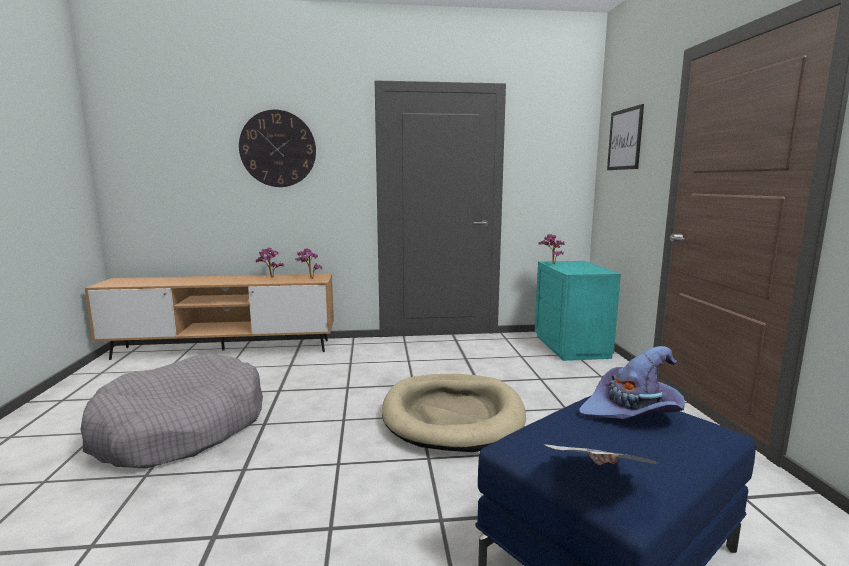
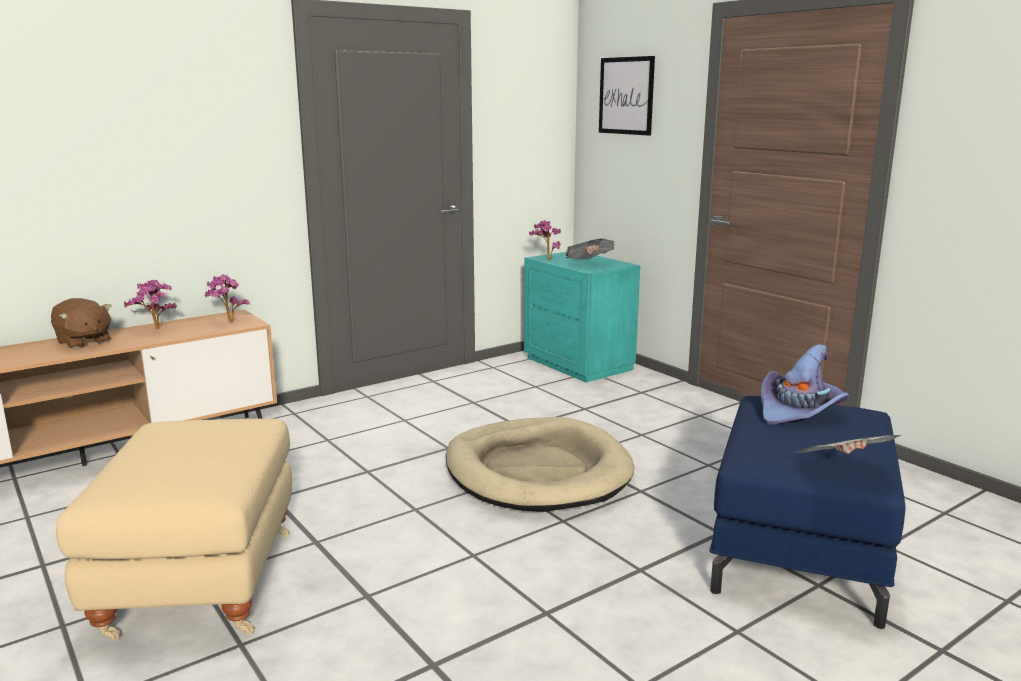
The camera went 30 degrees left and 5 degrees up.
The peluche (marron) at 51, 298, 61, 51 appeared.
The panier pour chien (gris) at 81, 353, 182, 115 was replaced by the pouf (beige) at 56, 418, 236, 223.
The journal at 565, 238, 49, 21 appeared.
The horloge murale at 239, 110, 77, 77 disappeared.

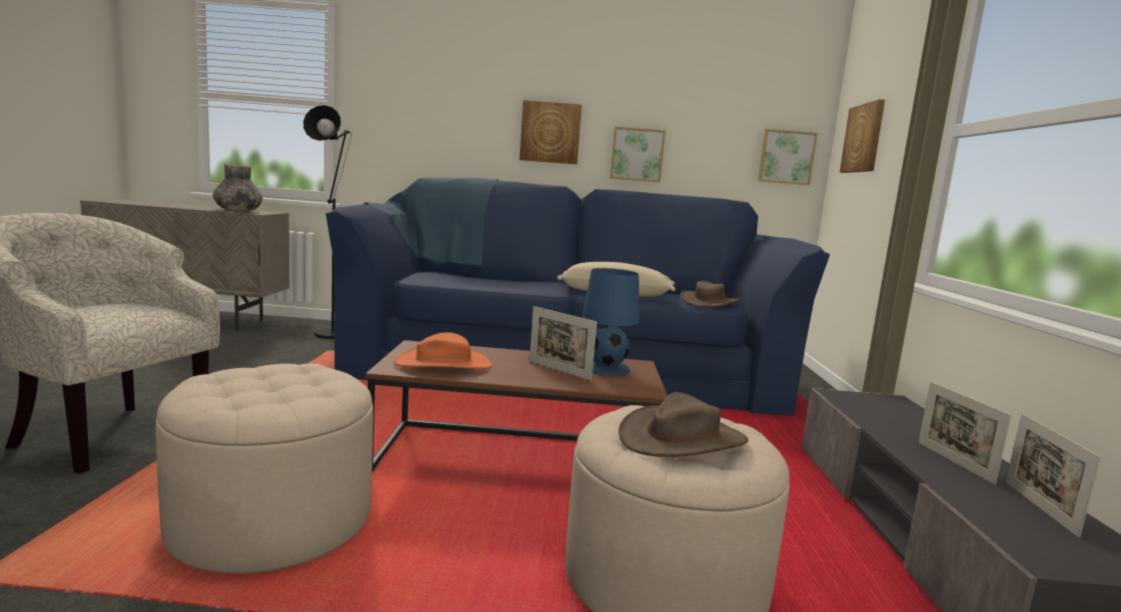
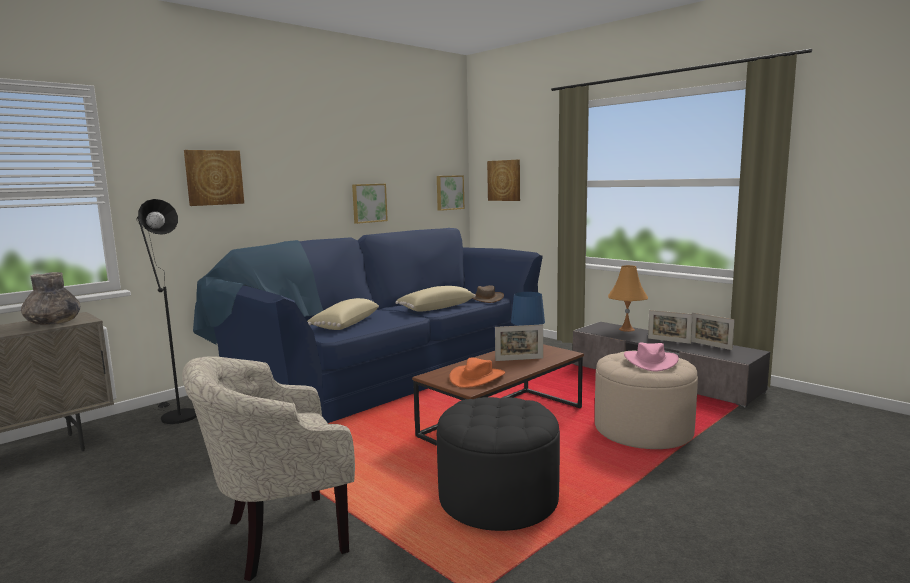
The camera went 45 degrees left and 0 degrees up.
The tableau moved from 519, 100, 63, 65 to 184, 150, 60, 56.
The coussin (beige) at 307, 298, 72, 32 appeared.
The pouf (beige) at 155, 364, 218, 210 became the pouf (noir) at 437, 397, 123, 134.
The lampe de table (orange) at 608, 265, 40, 67 appeared.
The chapeau (marron) at 618, 392, 130, 65 became the chapeau (rose) at 624, 342, 55, 29.

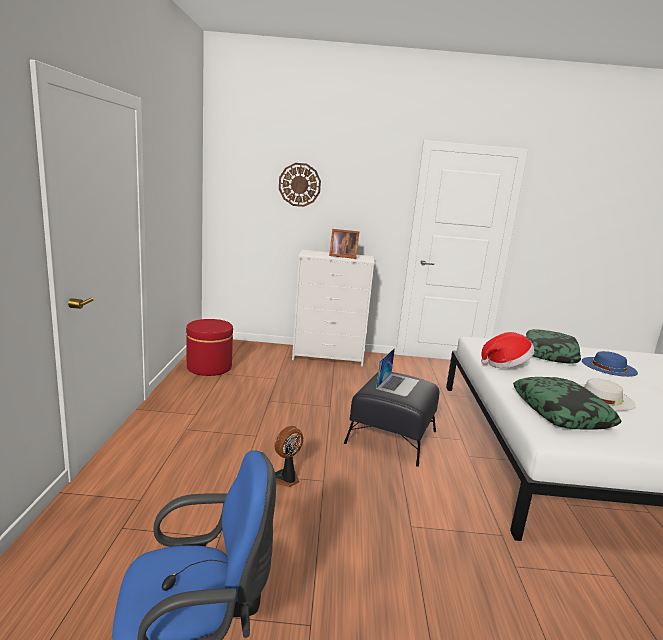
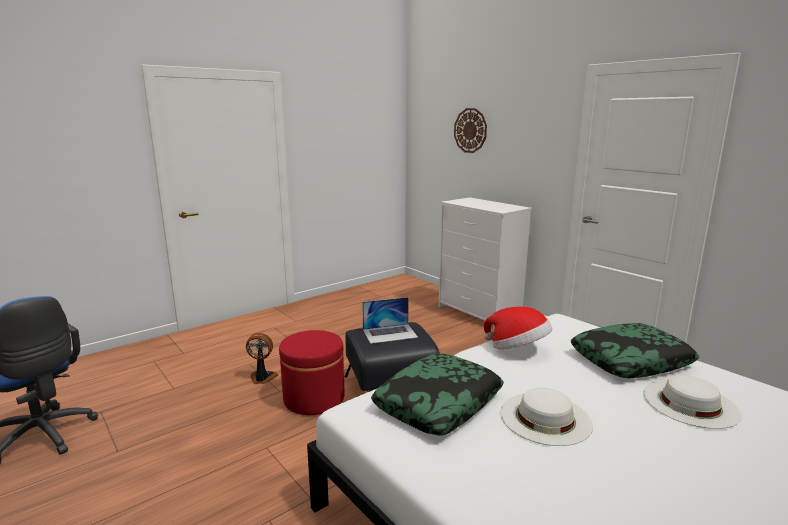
The camera went 50 degrees right and 0 degrees up.
The pouf (rouge) moved from 186, 319, 47, 57 to 279, 330, 66, 85.
The chapeau (bleu) at 582, 351, 56, 26 became the chapeau (blanc) at 644, 375, 97, 54.
The cadre photo at 329, 229, 30, 30 disappeared.

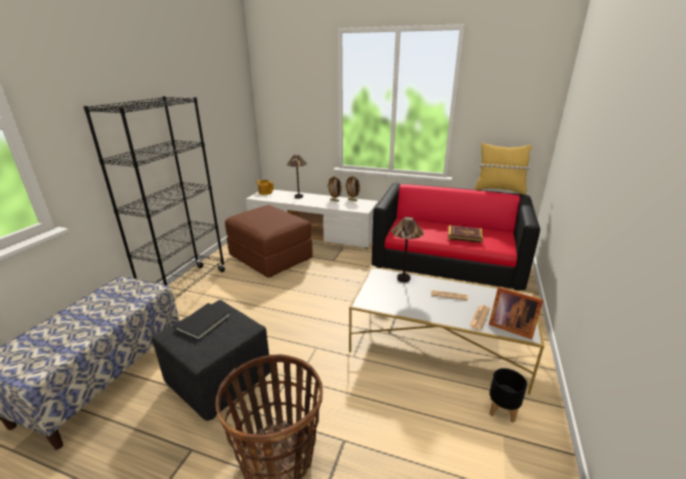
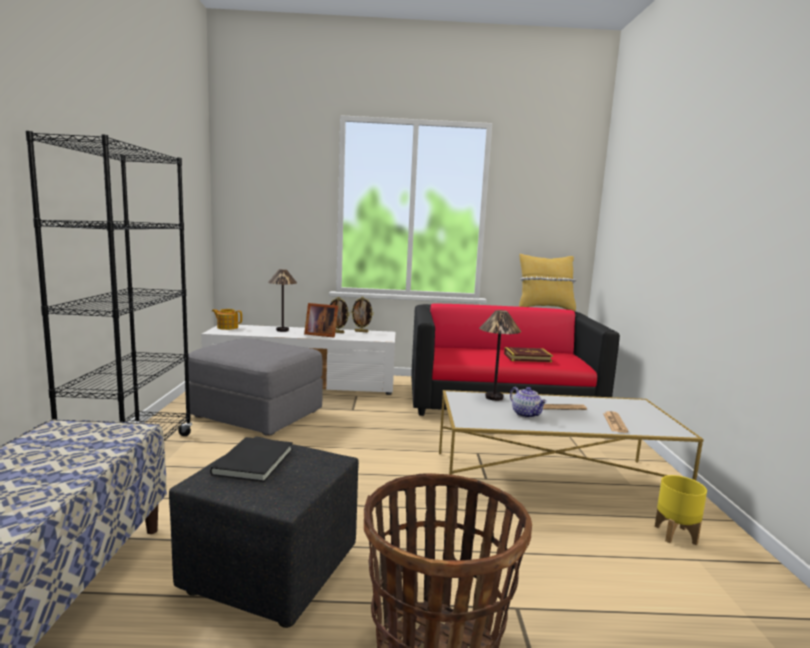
The camera went 20 degrees left and 15 degrees down.
The pouf (marron) at 225, 205, 88, 73 became the pouf (gris) at 188, 338, 135, 98.
The cadre photo moved from 489, 287, 54, 52 to 304, 303, 34, 35.
The théière at 510, 387, 37, 31 appeared.
The cache-pot (noir) at 489, 368, 38, 55 became the cache-pot (jaune) at 655, 475, 52, 70.

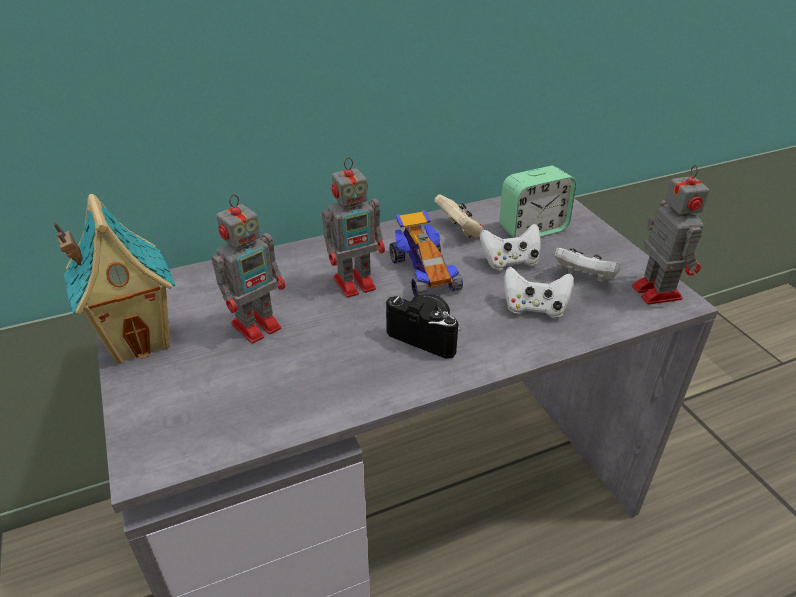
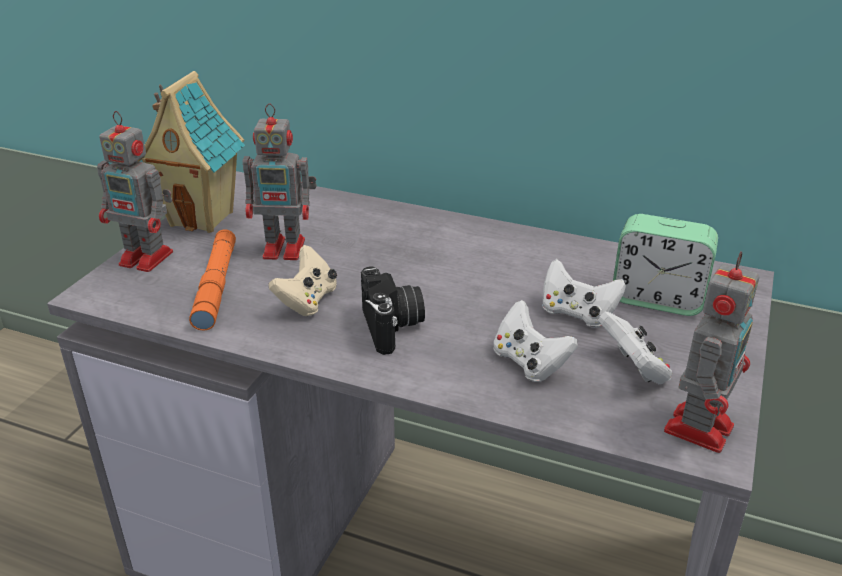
The camera went 45 degrees right and 5 degrees down.
The robot jouet moved from 322, 157, 63, 141 to 97, 111, 76, 161.
The lampe de poche (orange) at 189, 229, 47, 102 appeared.
The manette (beige) moved from 434, 194, 49, 44 to 268, 245, 69, 71.
The petite voiture at 389, 210, 74, 87 disappeared.

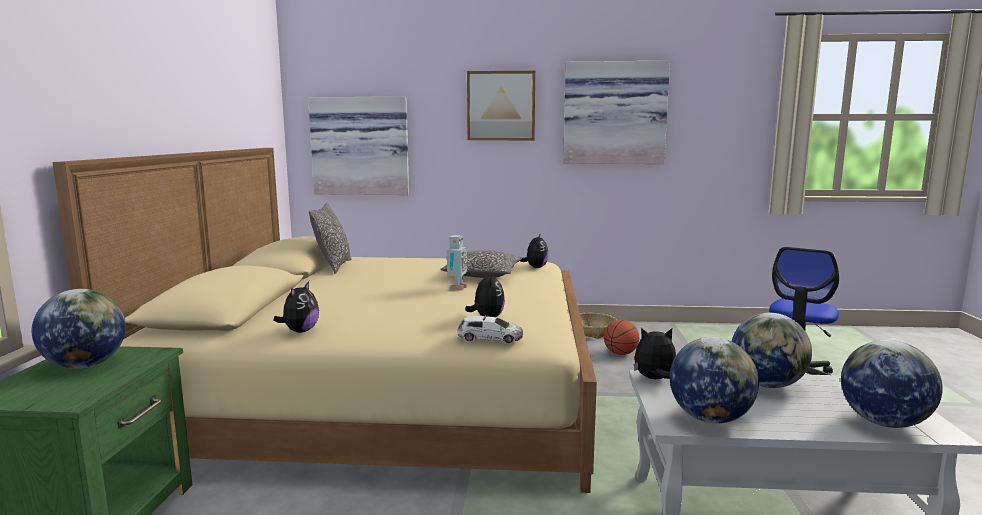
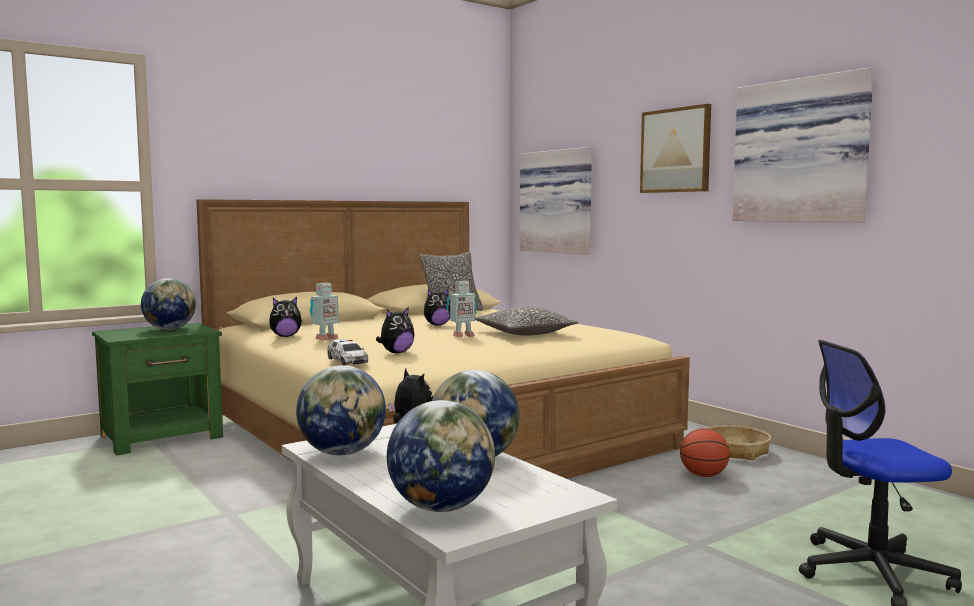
The camera went 50 degrees right and 5 degrees down.
The robot jouet at 310, 283, 29, 58 appeared.
The peluche moved from 520, 235, 29, 33 to 424, 289, 26, 36.

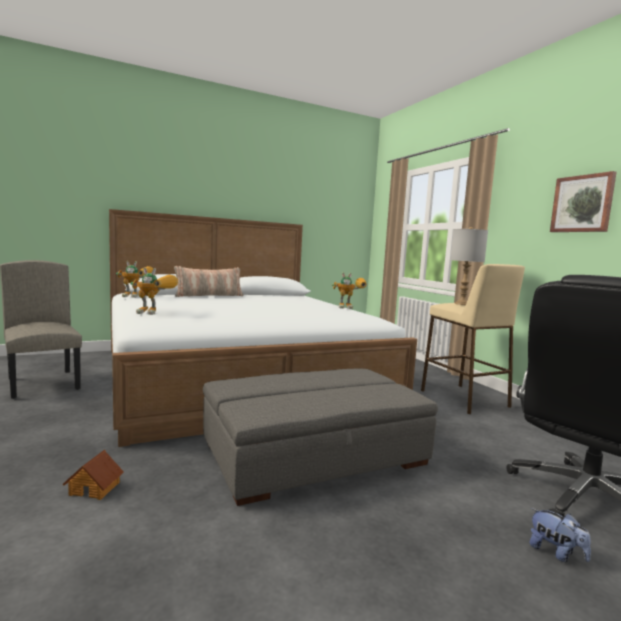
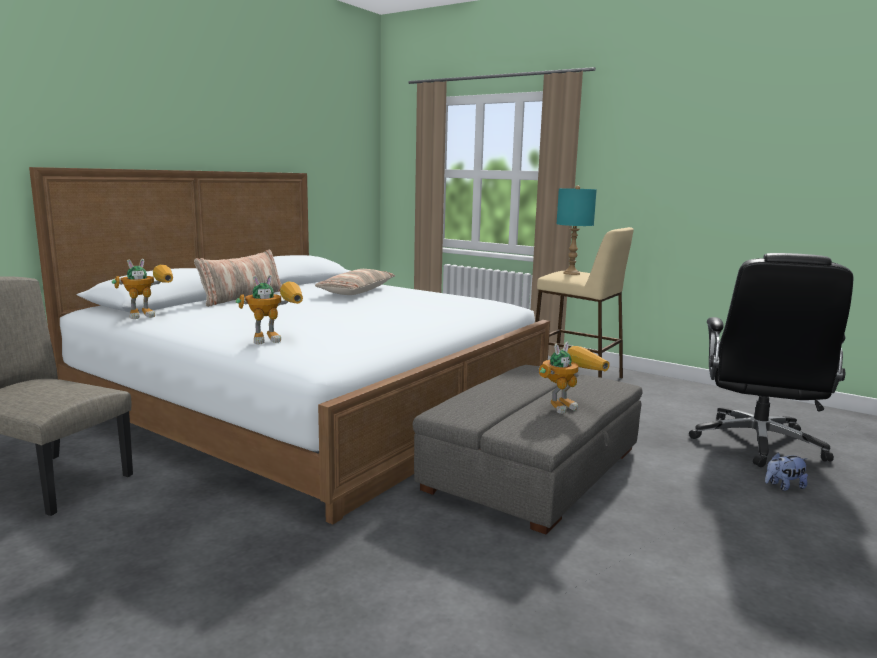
The camera went 30 degrees left and 5 degrees up.
The coussin at 315, 269, 80, 26 appeared.
The robot jouet moved from 332, 272, 35, 37 to 539, 342, 71, 72.
The lampe de table (gris) at 450, 227, 38, 78 became the lampe de table (turquoise) at 557, 186, 40, 89.
The peluche at 530, 508, 61, 54 turned 150 degrees clockwise.
The maison miniature at 63, 449, 61, 51 disappeared.
The tableau at 550, 171, 67, 61 disappeared.

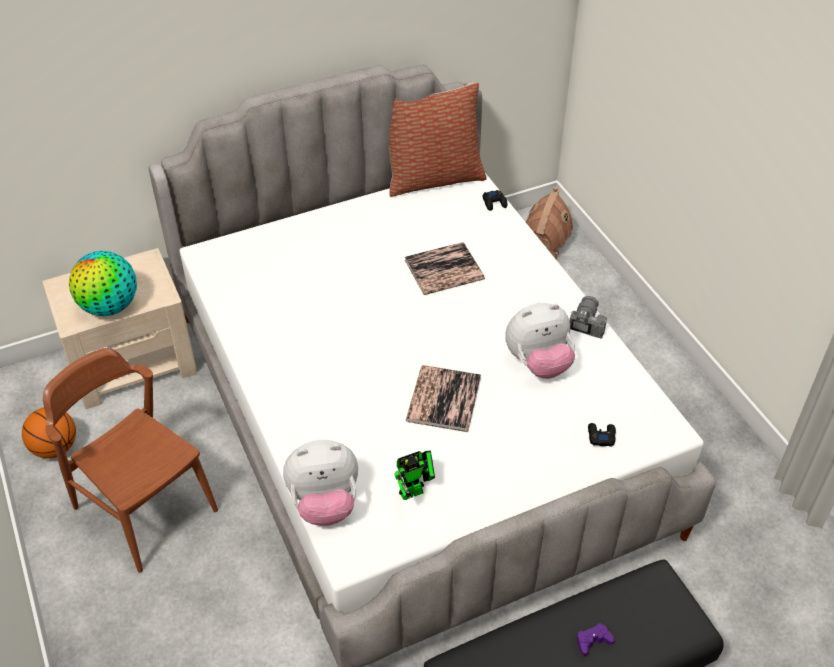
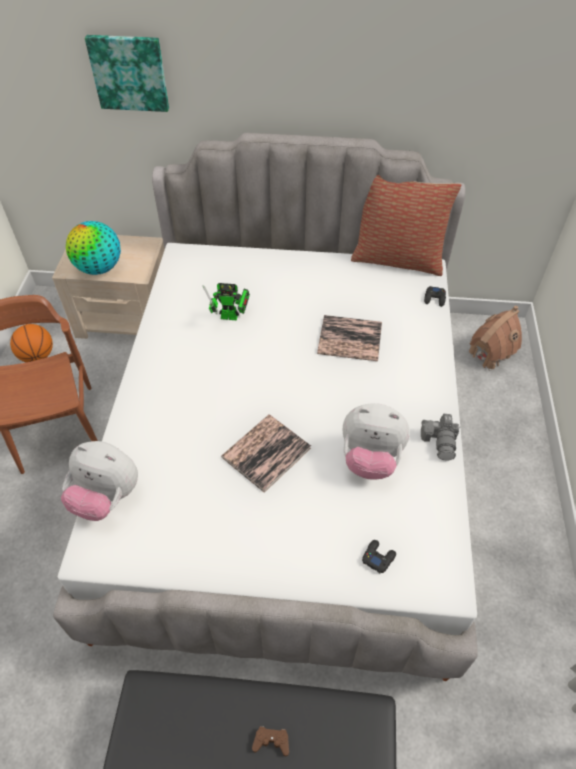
The camera went 30 degrees right and 5 degrees up.
The tableau at 85, 35, 84, 77 appeared.
The robot jouet moved from 394, 450, 41, 50 to 203, 283, 47, 38.
The manette (violet) at 577, 623, 38, 33 became the manette (marron) at 252, 726, 37, 30.
The appareil photo at 570, 296, 37, 43 turned 135 degrees clockwise.

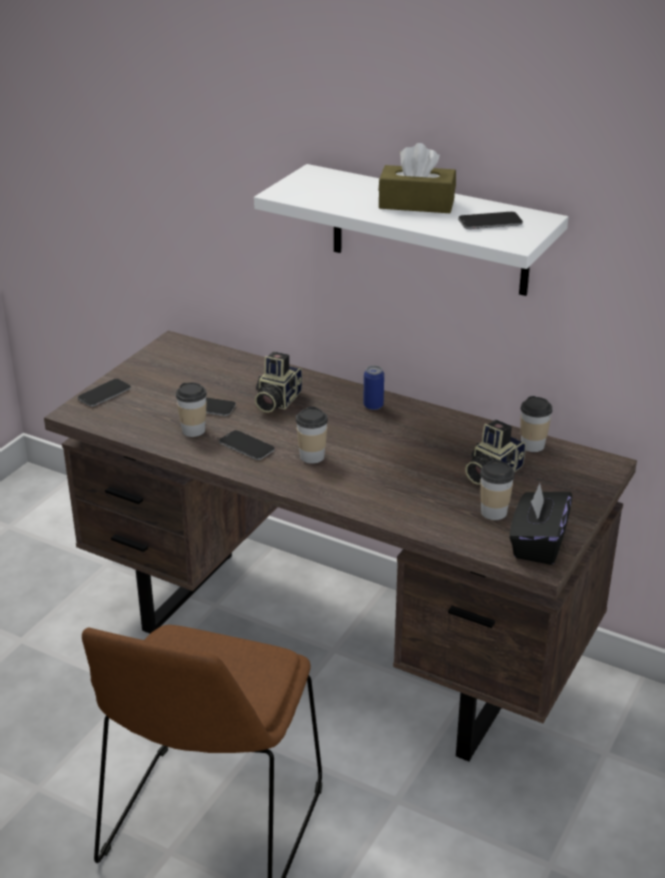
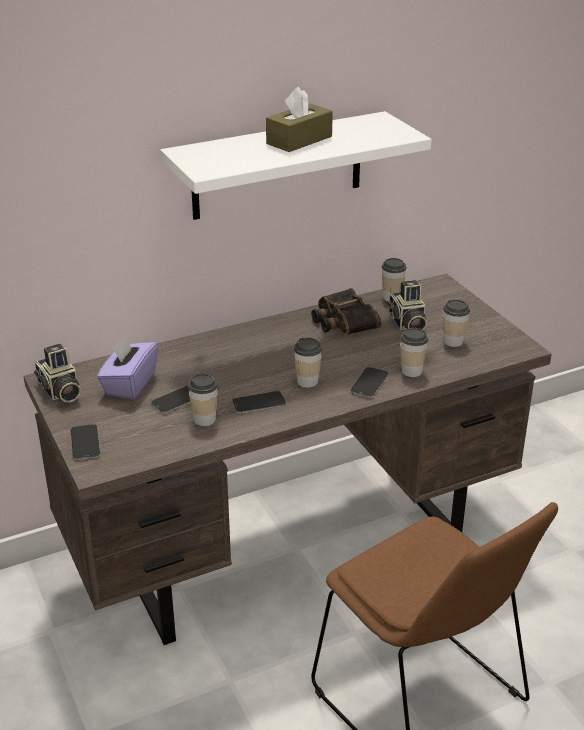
The camera went 55 degrees left and 0 degrees up.
The appareil photo moved from 255, 352, 47, 61 to 34, 344, 47, 59.
The boîte à mouchoirs (violet) at 97, 335, 61, 65 appeared.
The jumelles at 311, 288, 70, 47 appeared.
The téléphone moved from 458, 212, 65, 17 to 350, 367, 38, 31.
The tasse at 400, 328, 28, 49 appeared.
The boîte métallique at 363, 365, 21, 45 disappeared.
The boîte à mouchoirs (noir) at 509, 483, 63, 82 disappeared.

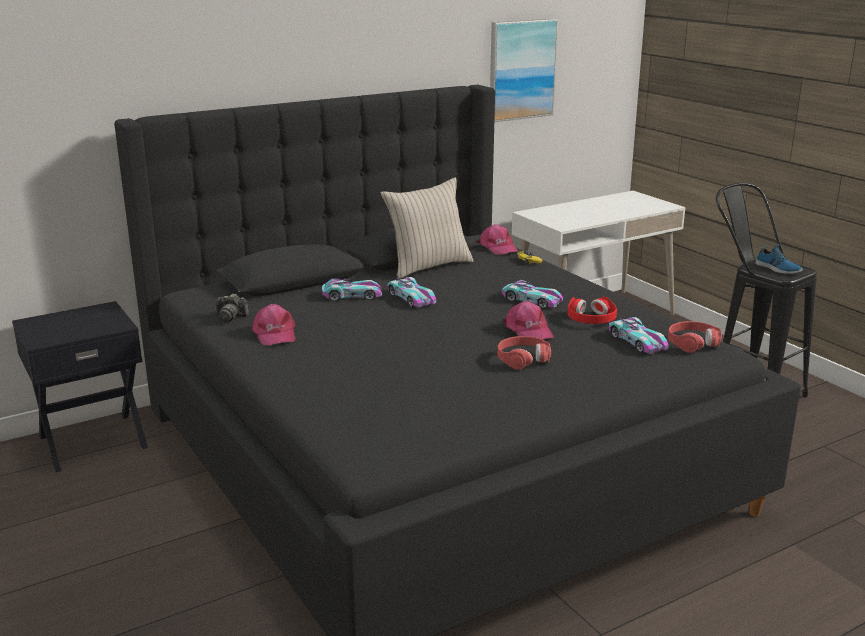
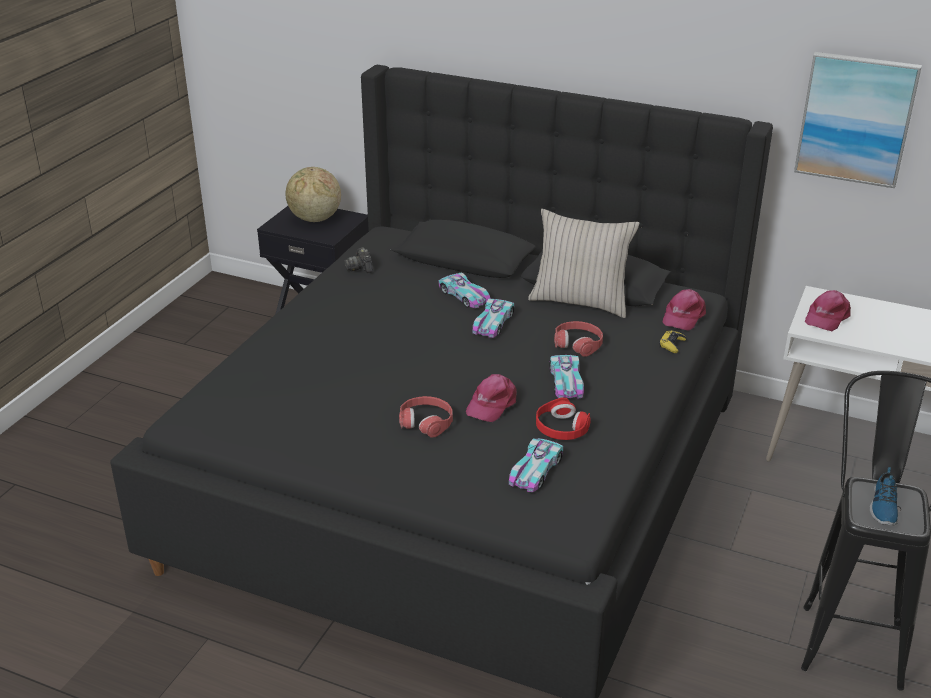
The camera went 55 degrees right and 10 degrees up.
The globe at 286, 167, 55, 55 appeared.
The casque audio (rouge) moved from 668, 321, 54, 32 to 554, 321, 49, 35.
The casquette (rose) moved from 252, 304, 44, 41 to 805, 290, 46, 41.

